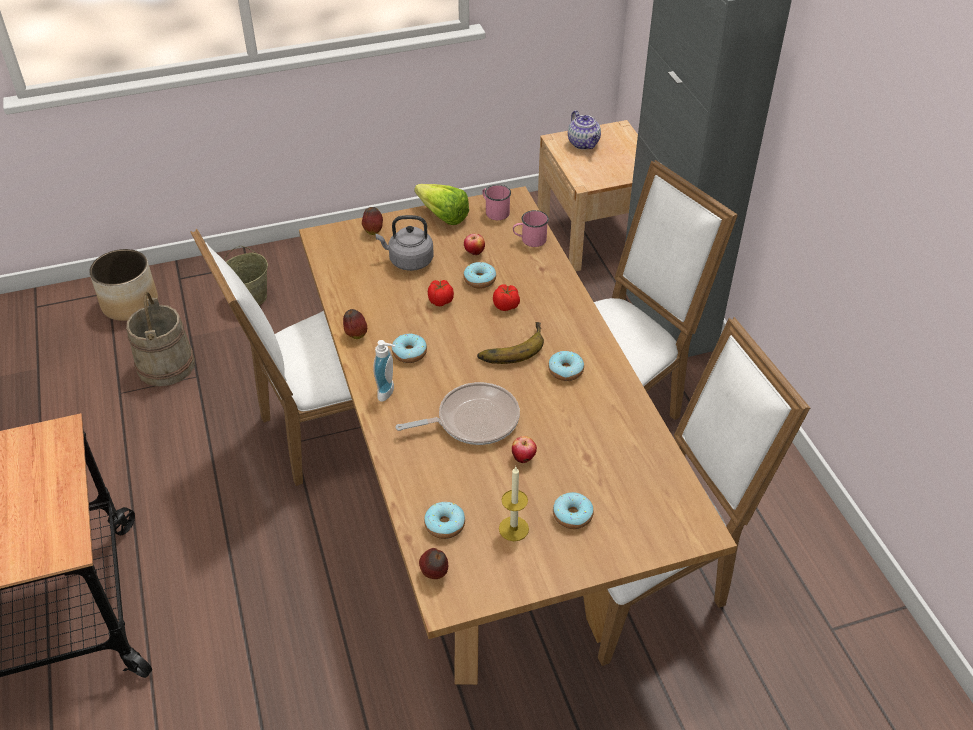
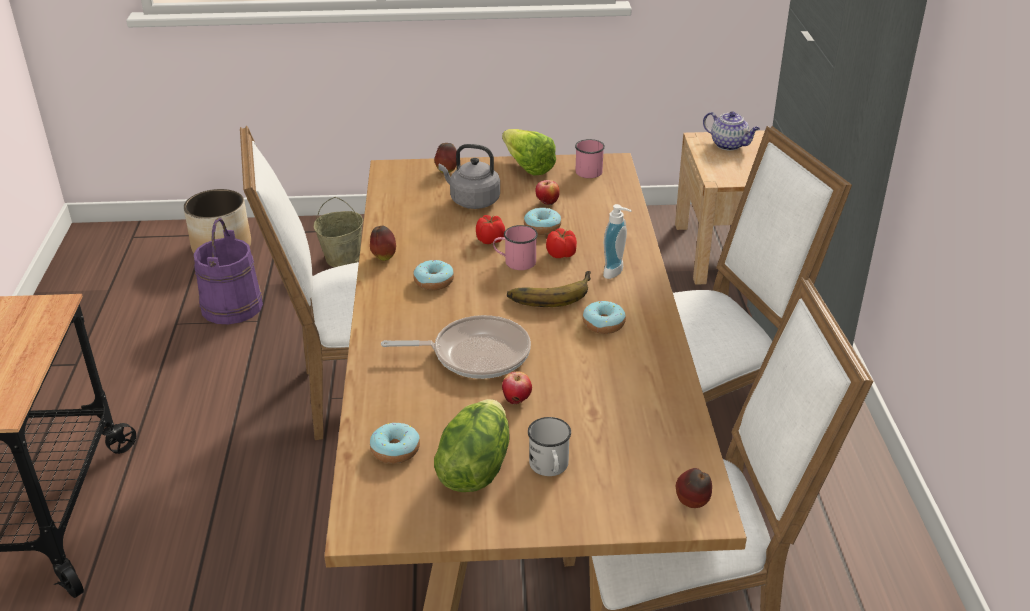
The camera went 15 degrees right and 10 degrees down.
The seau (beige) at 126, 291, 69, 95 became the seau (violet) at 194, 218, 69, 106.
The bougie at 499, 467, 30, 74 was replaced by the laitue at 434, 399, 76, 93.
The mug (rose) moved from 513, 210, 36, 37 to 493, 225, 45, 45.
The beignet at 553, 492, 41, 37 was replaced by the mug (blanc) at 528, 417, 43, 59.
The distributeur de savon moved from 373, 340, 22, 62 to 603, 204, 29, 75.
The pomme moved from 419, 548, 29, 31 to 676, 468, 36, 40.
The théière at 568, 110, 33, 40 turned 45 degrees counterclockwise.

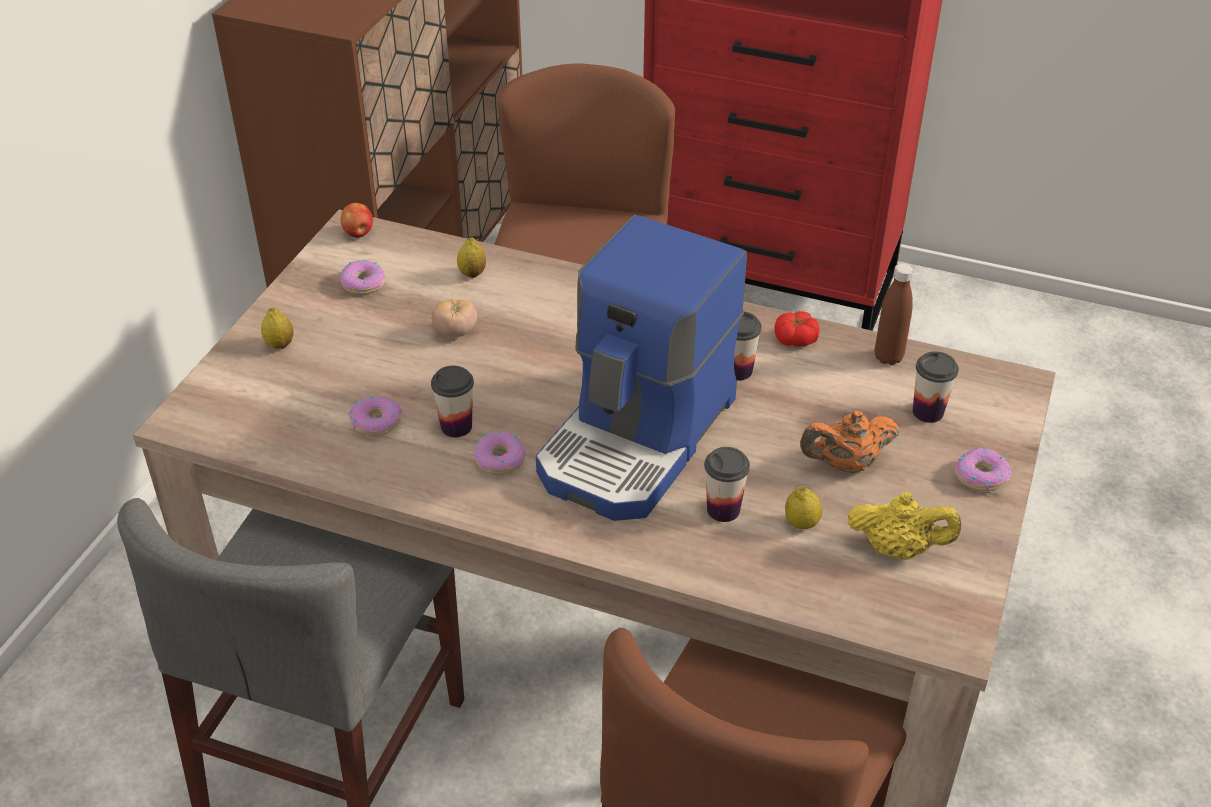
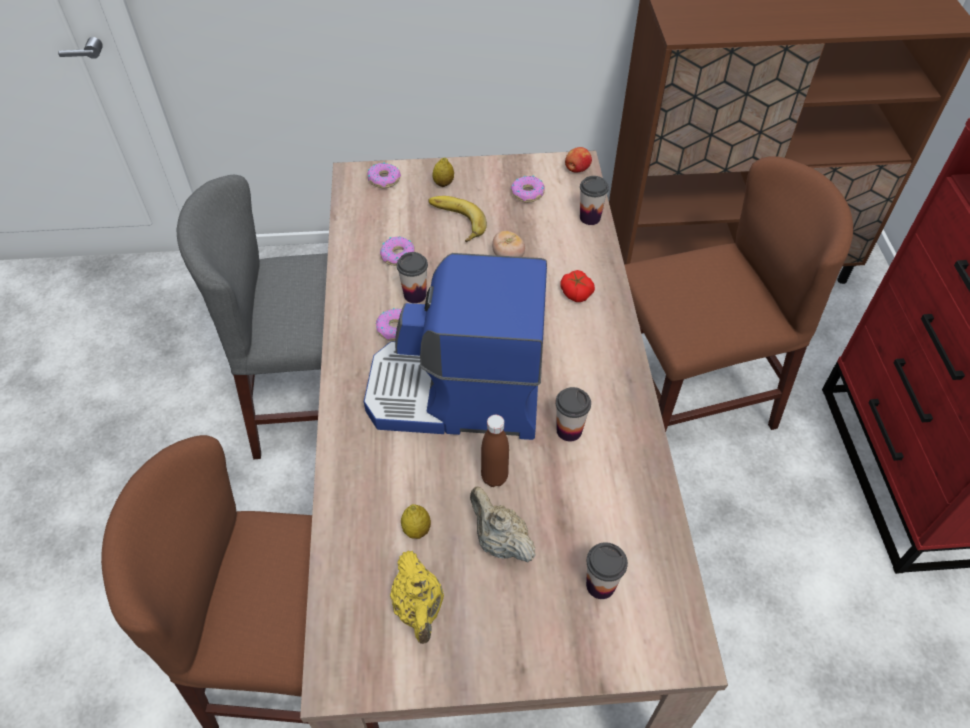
The camera went 65 degrees right and 10 degrees up.
The beignet moved from 955, 448, 56, 44 to 367, 162, 34, 26.
The banane at 428, 196, 59, 46 appeared.
The théière (orange) at 800, 411, 99, 62 became the théière (beige) at 470, 487, 66, 76.
The bouteille (marron) moved from 875, 263, 38, 102 to 481, 415, 28, 72.
The tomate moved from 774, 311, 46, 35 to 560, 270, 35, 32.
The tasse moved from 704, 447, 46, 75 to 580, 176, 29, 49.
The citron at 457, 237, 29, 41 disappeared.

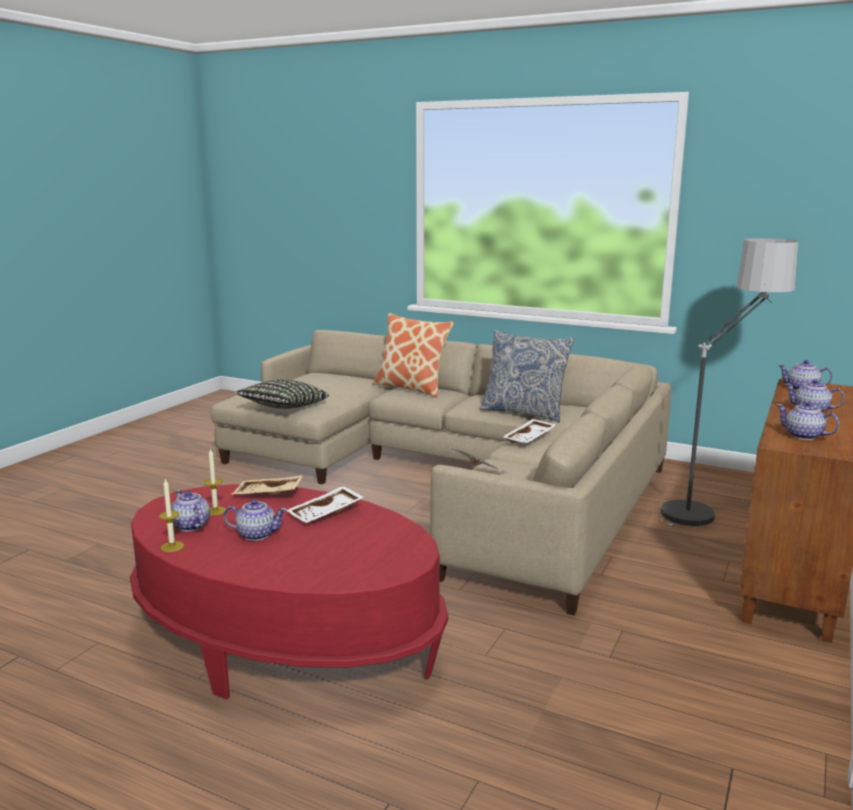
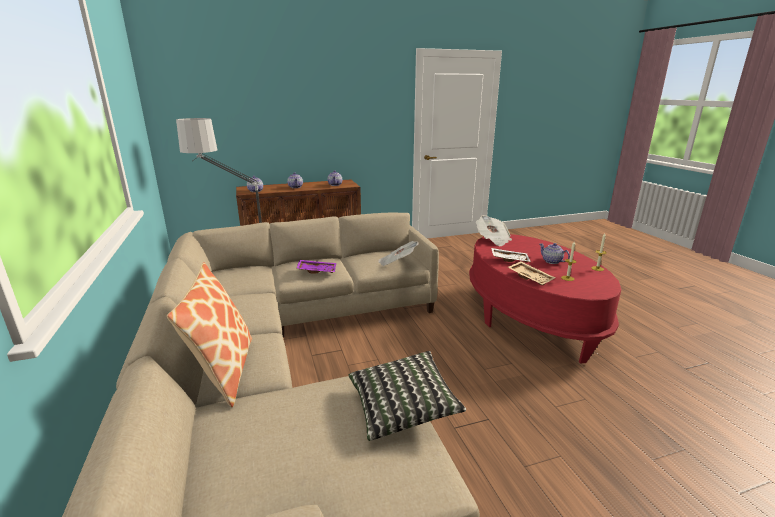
The camera went 135 degrees left and 5 degrees up.
The plateau (blanc) at 503, 419, 53, 24 became the plateau (violet) at 297, 260, 39, 13.
The journal at 476, 215, 36, 31 appeared.
The théière at 171, 490, 39, 41 disappeared.
The coussin at 480, 330, 94, 93 disappeared.

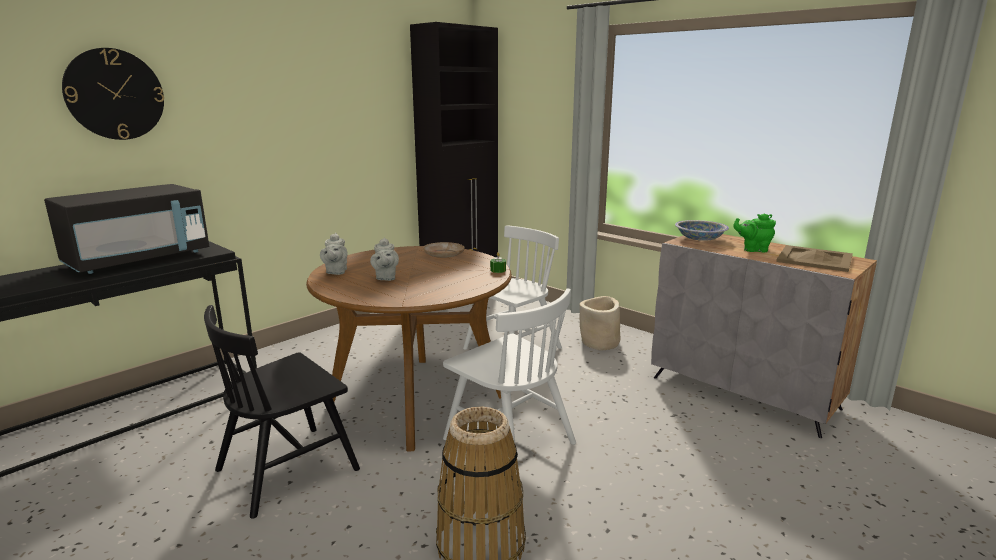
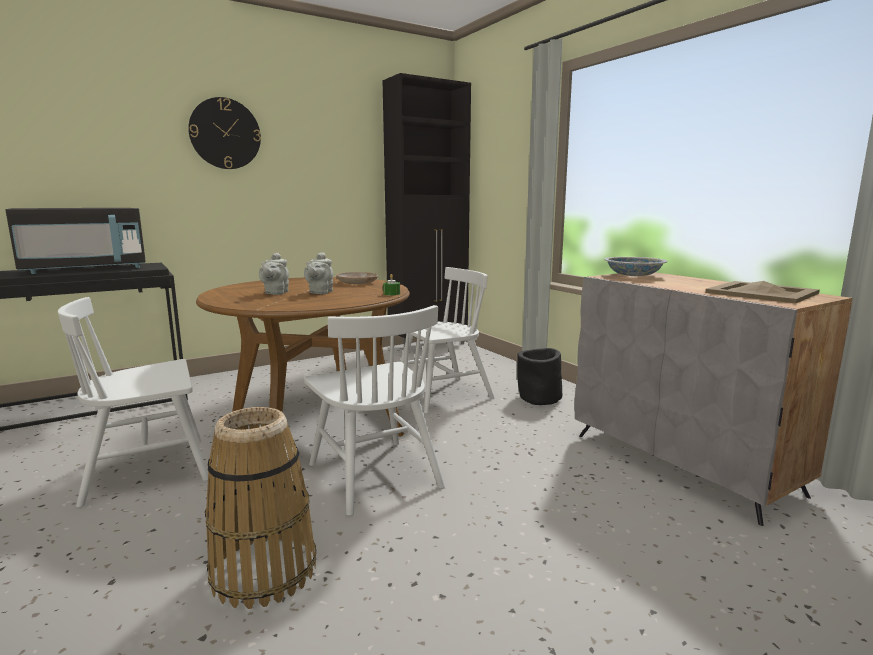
The camera went 15 degrees right and 5 degrees down.
The chaise (noir) at 204, 305, 156, 214 became the chaise (blanc) at 58, 297, 150, 211.
The horloge murale moved from 62, 48, 102, 92 to 188, 97, 73, 72.
The théière (gris) moved from 320, 233, 28, 42 to 304, 252, 29, 42.
The cache-pot (beige) at 580, 296, 41, 54 became the cache-pot (noir) at 517, 348, 45, 57.
The théière (vert) at 733, 213, 43, 39 disappeared.

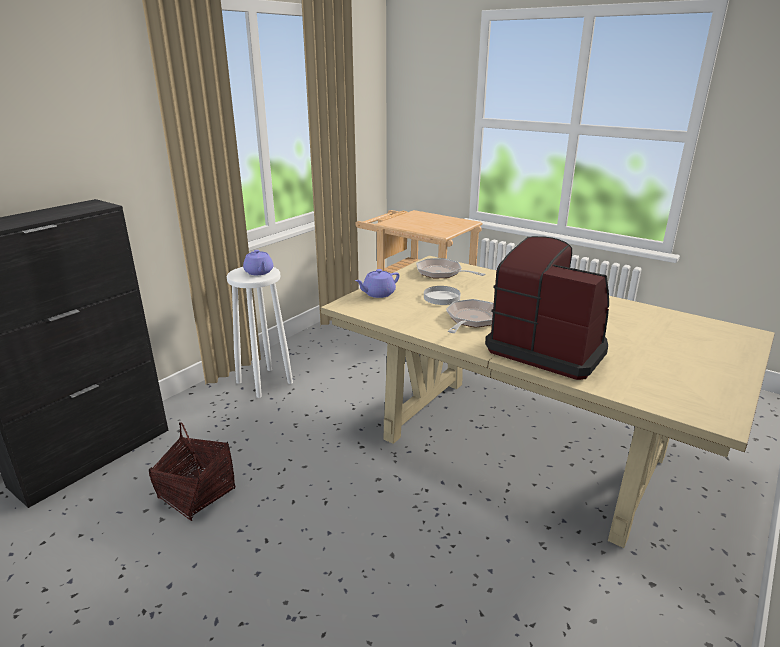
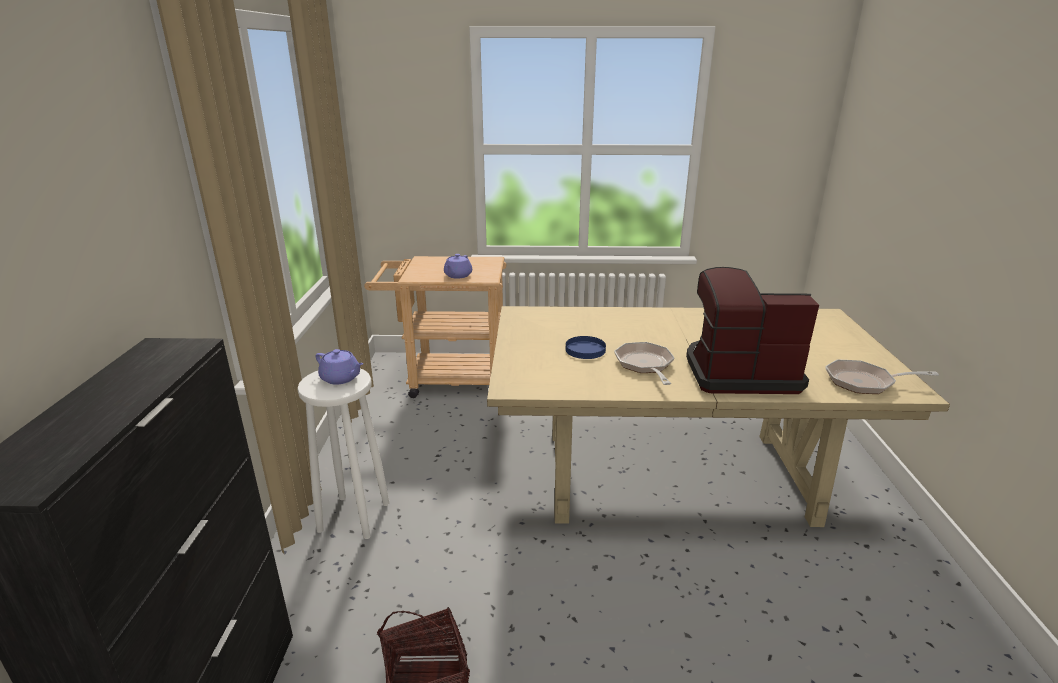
The camera went 35 degrees left and 0 degrees up.
The théière (violet) moved from 355, 269, 45, 29 to 444, 254, 28, 25.
The assiette (blanc) at 424, 286, 37, 19 became the assiette (bleu) at 566, 336, 40, 23.
The poêle moved from 416, 258, 69, 20 to 825, 359, 114, 35.

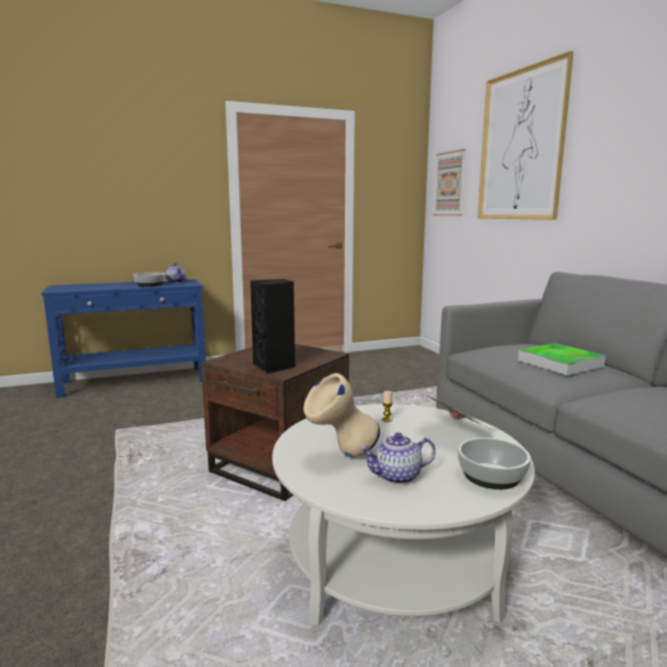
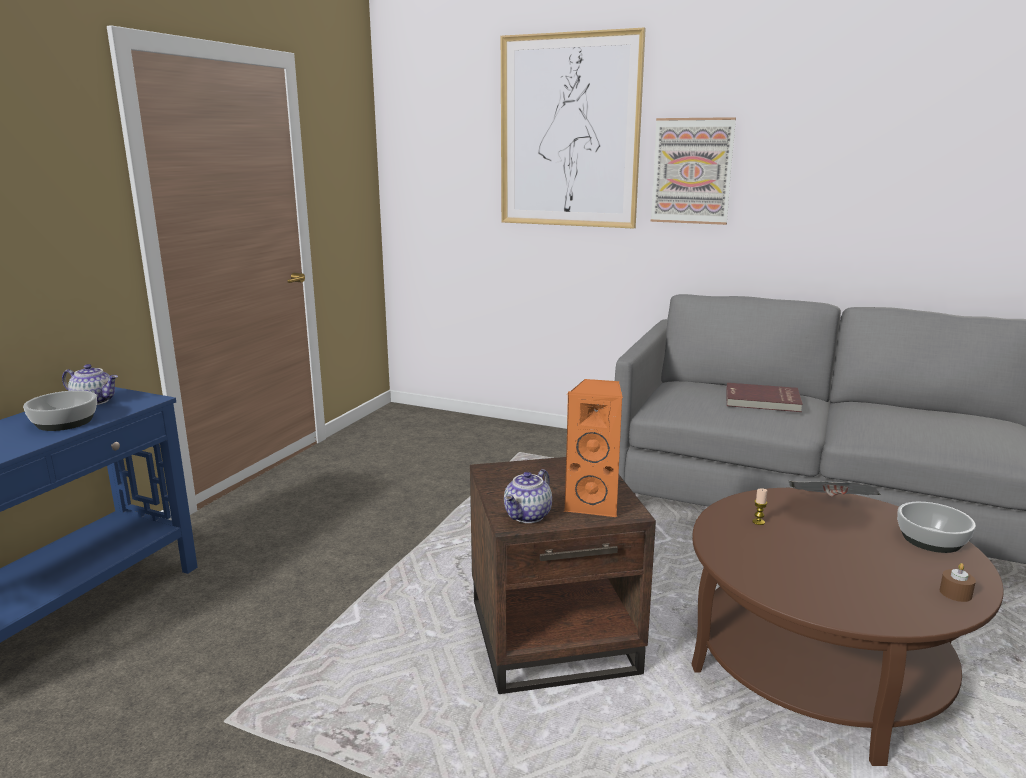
The camera went 45 degrees left and 5 degrees up.
The théière moved from 360, 433, 76, 52 to 504, 469, 48, 54.
The enceinte (noir) at 250, 279, 45, 95 became the enceinte (orange) at 565, 379, 58, 138.
The tableau moved from 433, 149, 33, 67 to 651, 117, 85, 108.
The table basse (blanc) at 272, 404, 263, 221 became the table basse (marron) at 692, 488, 312, 278.
The plateau at 518, 343, 88, 32 was replaced by the livre (rouge) at 726, 383, 77, 29.
The bougie (marron) at 940, 563, 36, 39 appeared.
The vase (beige) at 304, 373, 76, 84 disappeared.

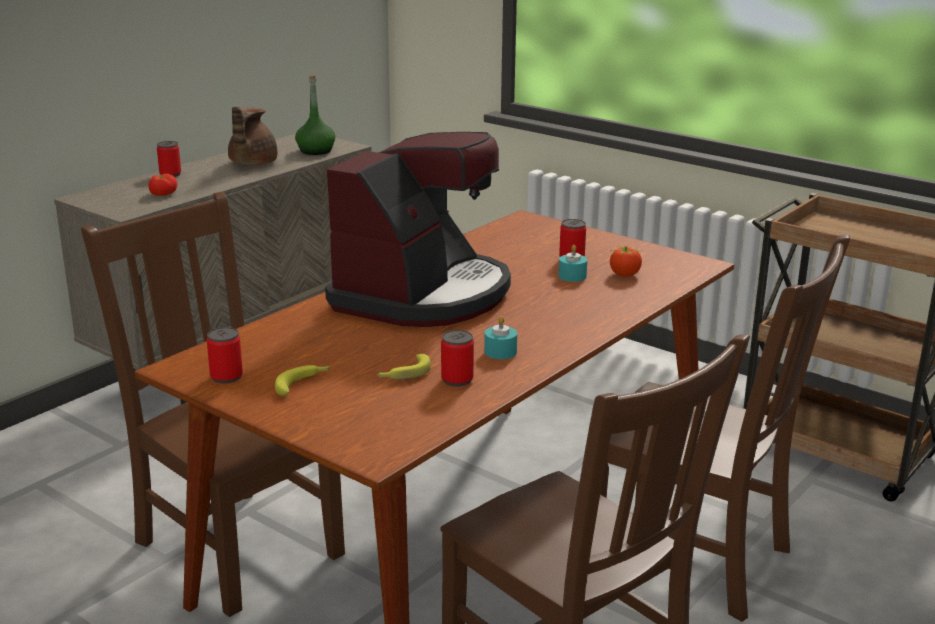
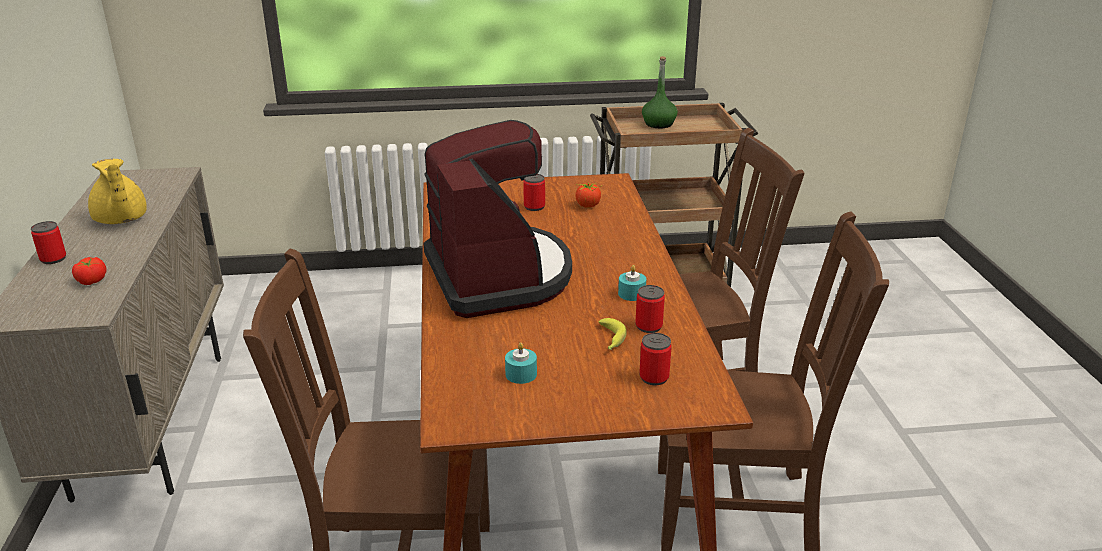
The camera went 45 degrees left and 5 degrees up.
The théière (marron) at 228, 107, 49, 59 became the théière (jaune) at 88, 159, 59, 65.
The bougie (turquoise) moved from 559, 245, 28, 37 to 505, 342, 32, 42.
The boîte métallique moved from 207, 327, 36, 57 to 639, 333, 33, 52.
The bouteille (vert) moved from 295, 74, 41, 81 to 642, 56, 36, 72.
The banane at 275, 365, 55, 31 disappeared.

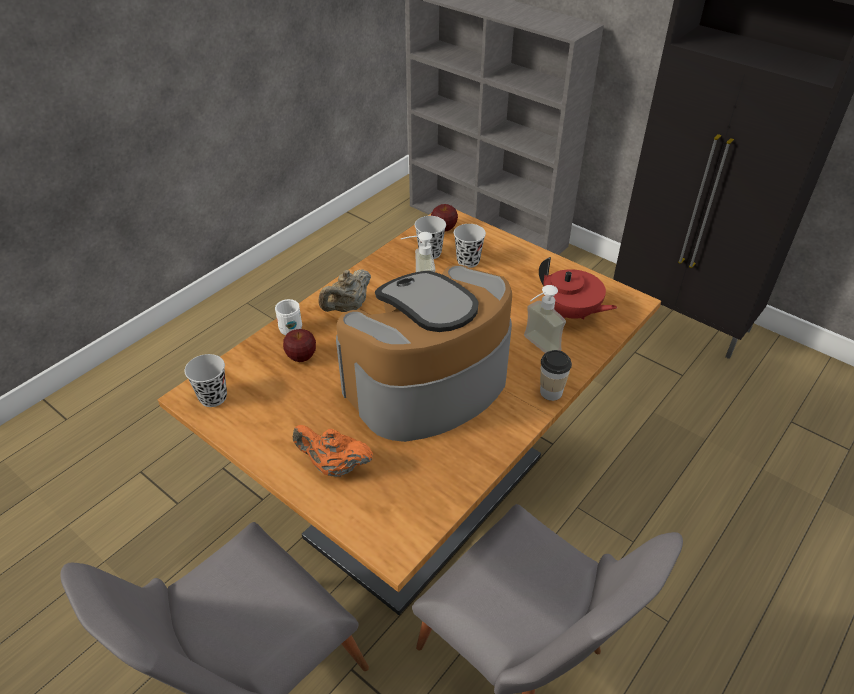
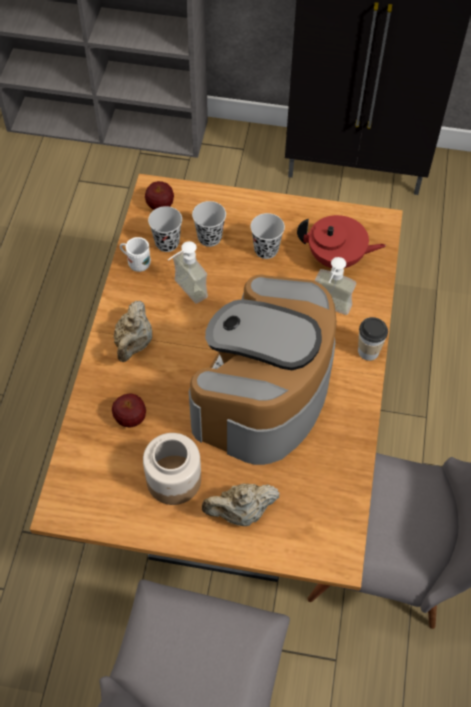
The camera went 30 degrees left and 15 degrees up.
The mug (blanc) moved from 275, 299, 27, 36 to 120, 237, 31, 35.
The bocal at 143, 433, 58, 72 appeared.
The théière (orange) at 293, 425, 80, 52 became the théière (beige) at 202, 483, 78, 43.
The tasse (noir) moved from 185, 354, 42, 53 to 250, 213, 35, 46.

